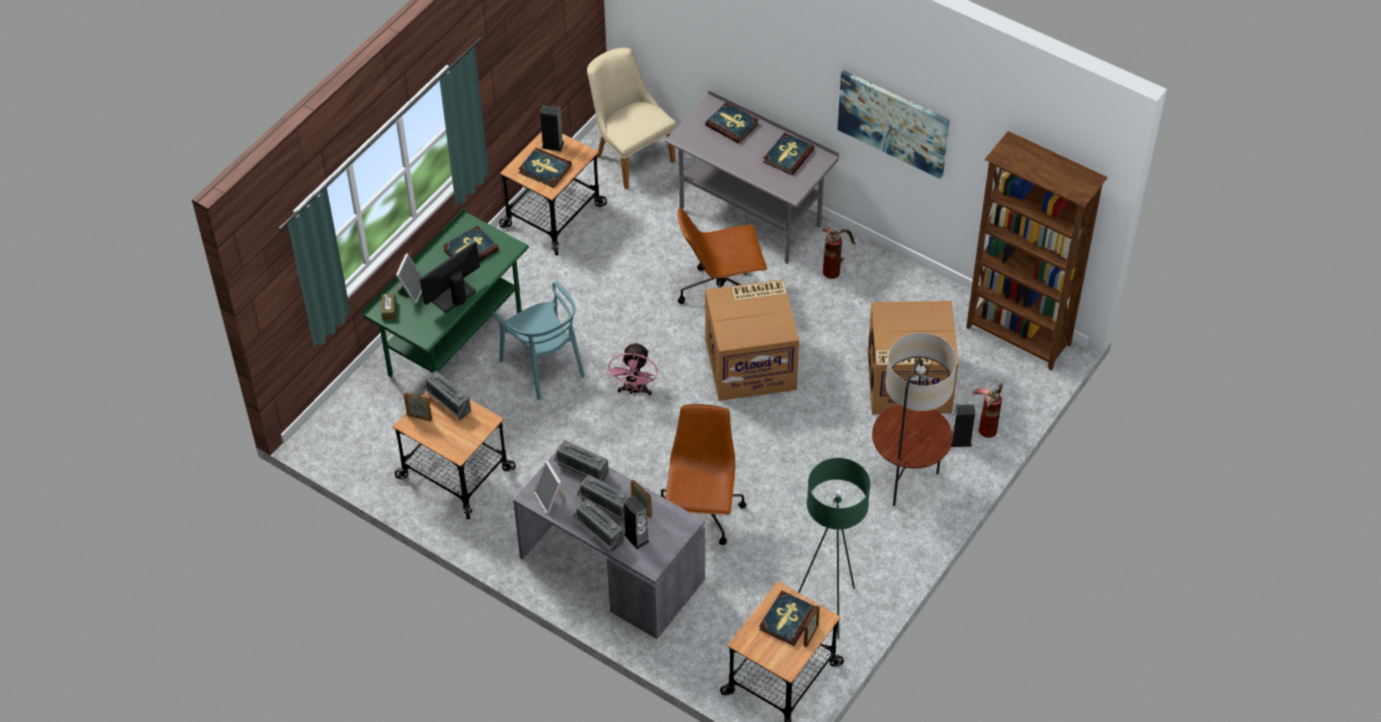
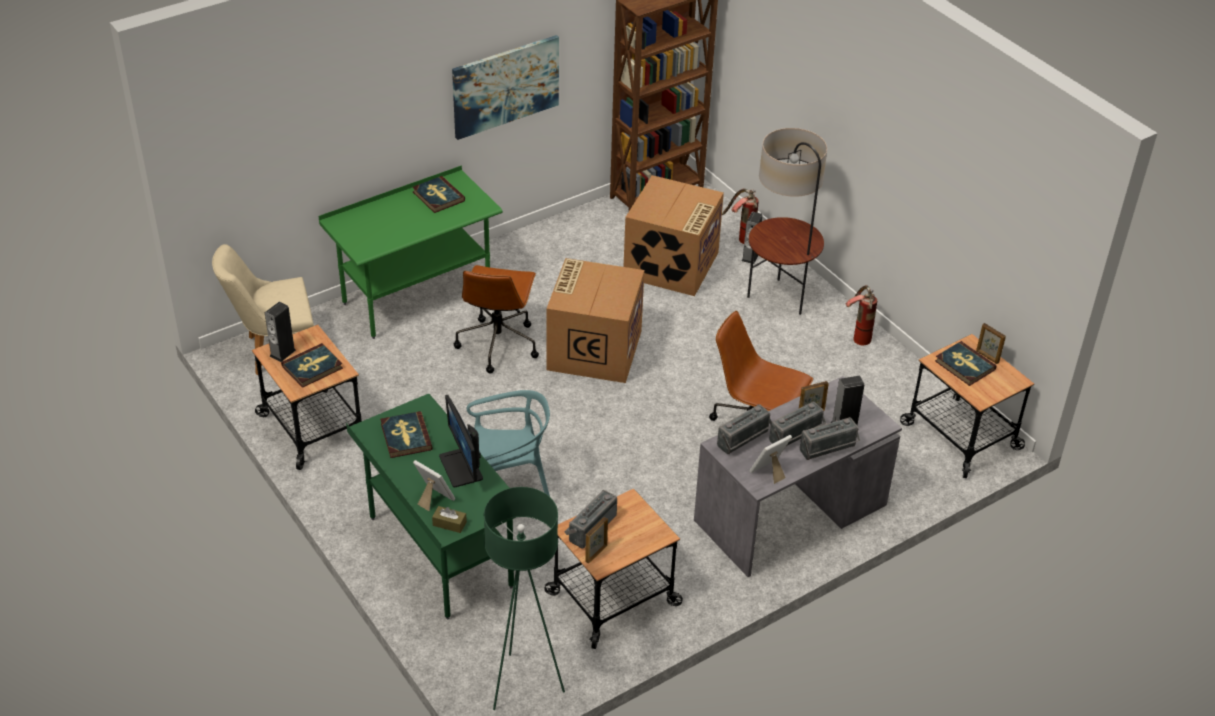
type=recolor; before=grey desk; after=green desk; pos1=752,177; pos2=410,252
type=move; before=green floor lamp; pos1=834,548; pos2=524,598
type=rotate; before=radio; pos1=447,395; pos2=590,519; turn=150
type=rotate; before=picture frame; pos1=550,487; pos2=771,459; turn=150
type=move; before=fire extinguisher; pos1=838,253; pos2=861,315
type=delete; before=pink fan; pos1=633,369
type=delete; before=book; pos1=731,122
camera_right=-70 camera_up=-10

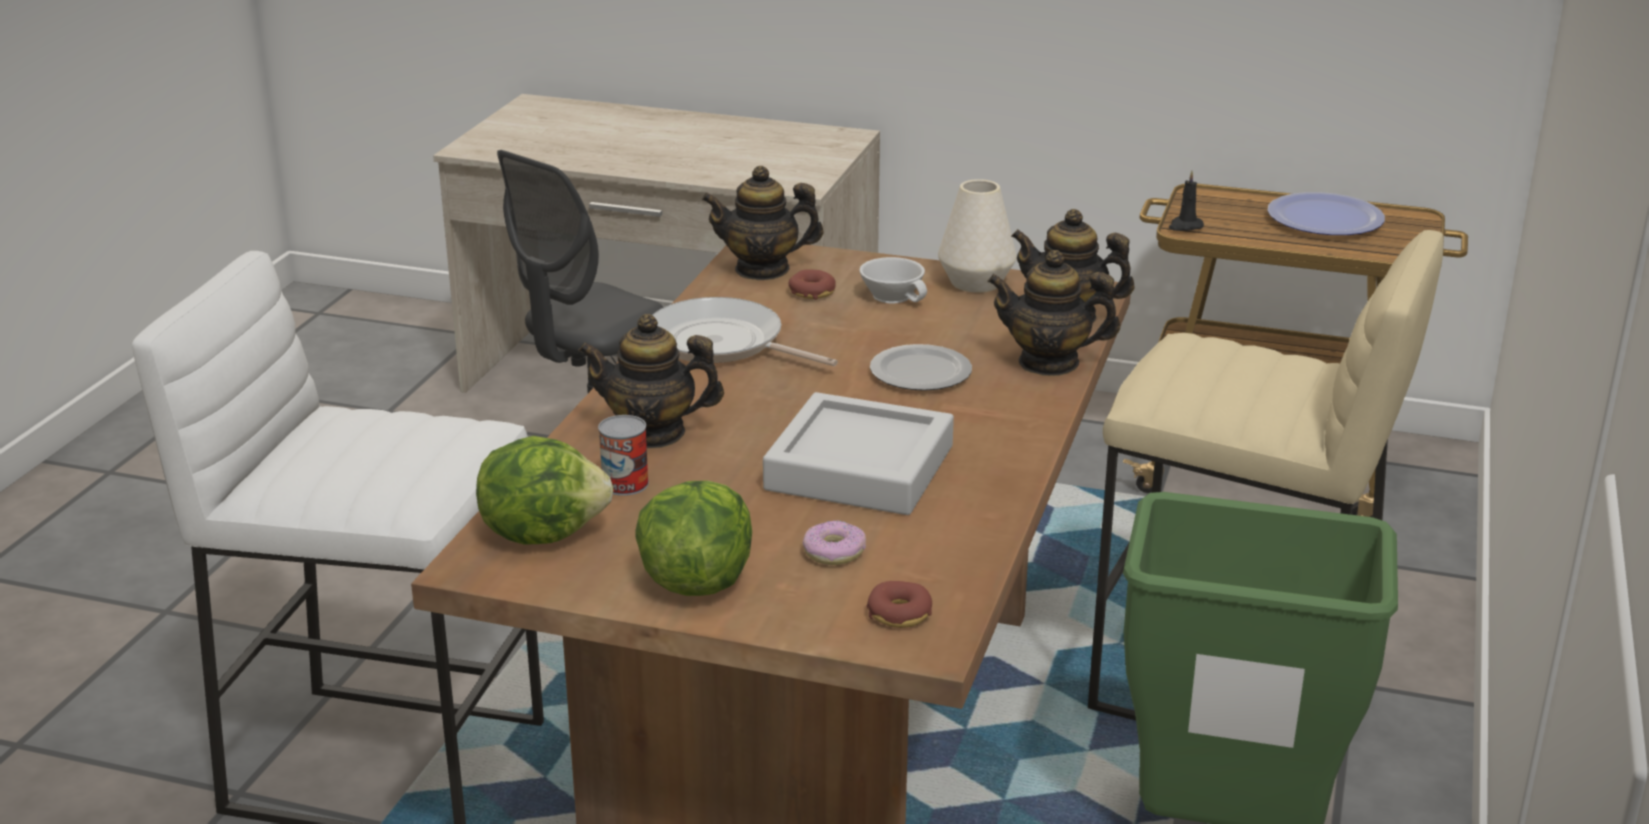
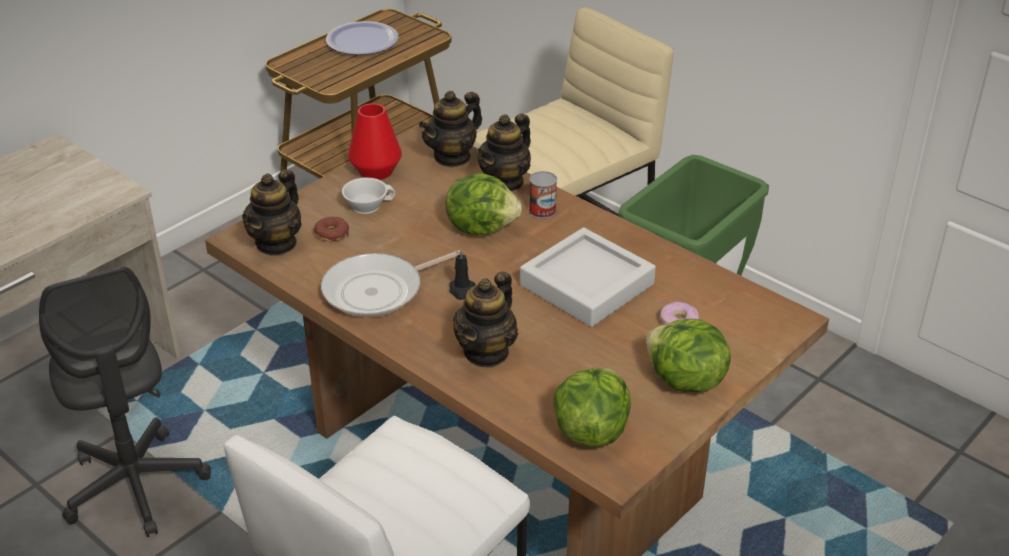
type=recolor; before=white vase; after=red vase; pos1=977,236; pos2=375,141
type=replace; before=plate; after=lettuce; pos1=921,367; pos2=484,204
type=move; before=black candle; pos1=1186,201; pos2=462,274
type=move; before=can; pos1=623,455; pos2=543,194
type=delete; before=donut; pos1=899,604
camera_right=-65 camera_up=10

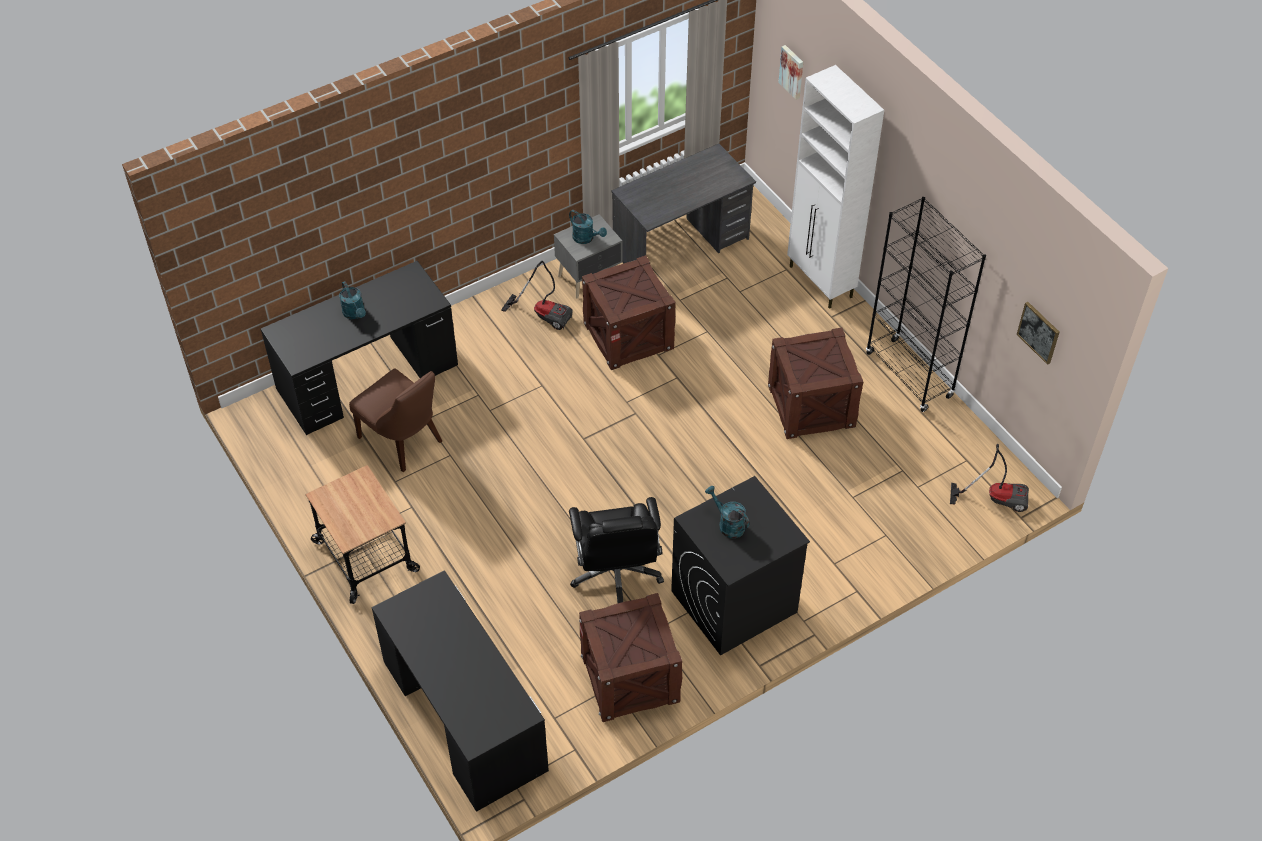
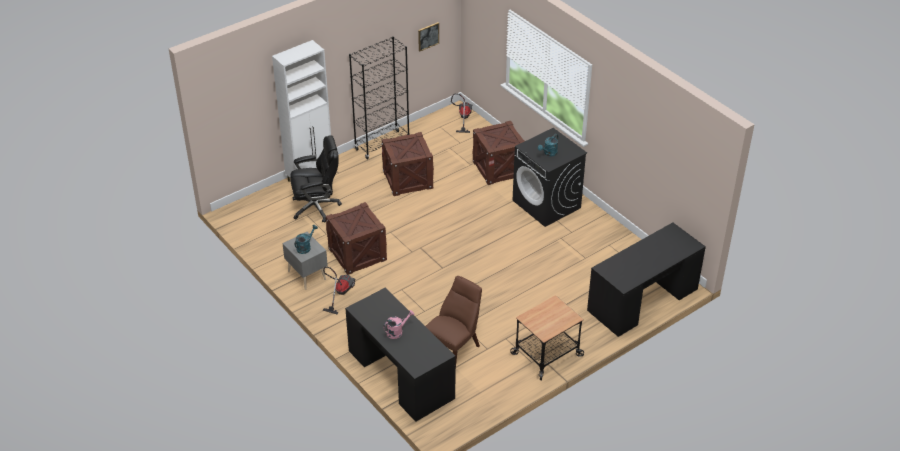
type=move; before=black office chair; pos1=616,550; pos2=316,179
type=recolor; before=turquoise watering can; after=pink watering can; pos1=352,300; pos2=399,324
type=move; before=crate; pos1=630,657; pos2=499,153
type=delete; before=grey desk; pos1=683,204
type=delete; before=picture; pos1=790,72
camera_right=-95 camera_up=-10

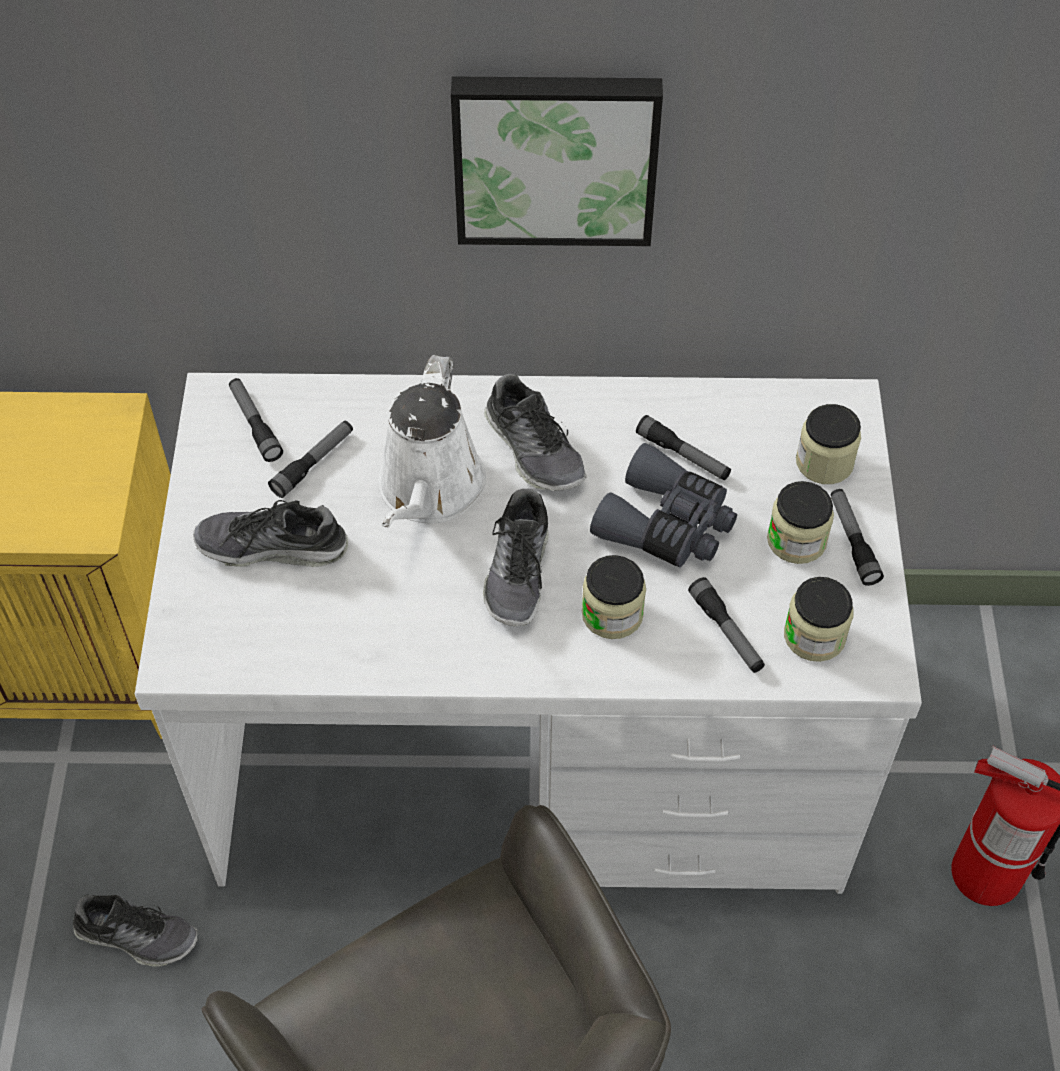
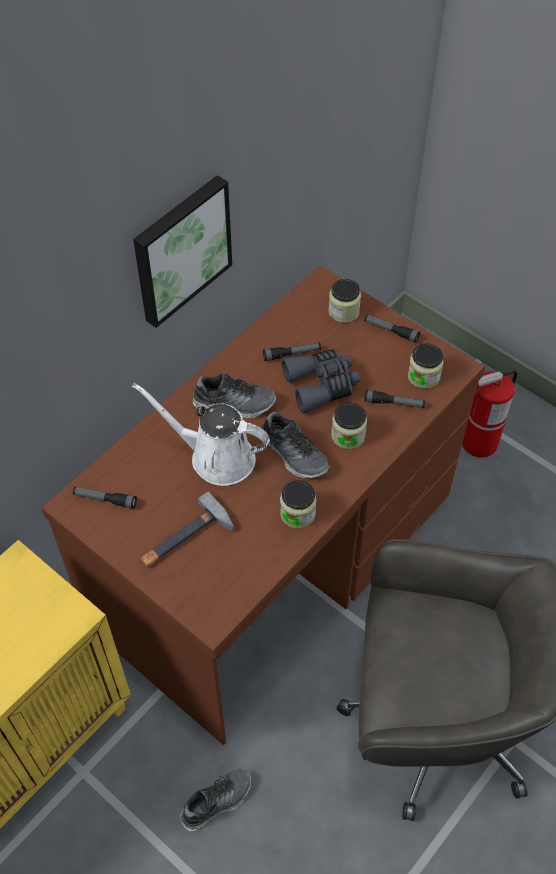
type=recolor; before=white desk; after=brown desk; pos1=528,633; pos2=263,505
type=rotate; before=white watering can; pos1=432,441; pos2=201,434; turn=150
type=replace; before=shoe; after=hammer; pos1=270,533; pos2=187,529
type=move; before=jar; pos1=800,522; pos2=298,504
type=delete; before=flashlight; pos1=310,459
camera_right=-50 camera_up=0

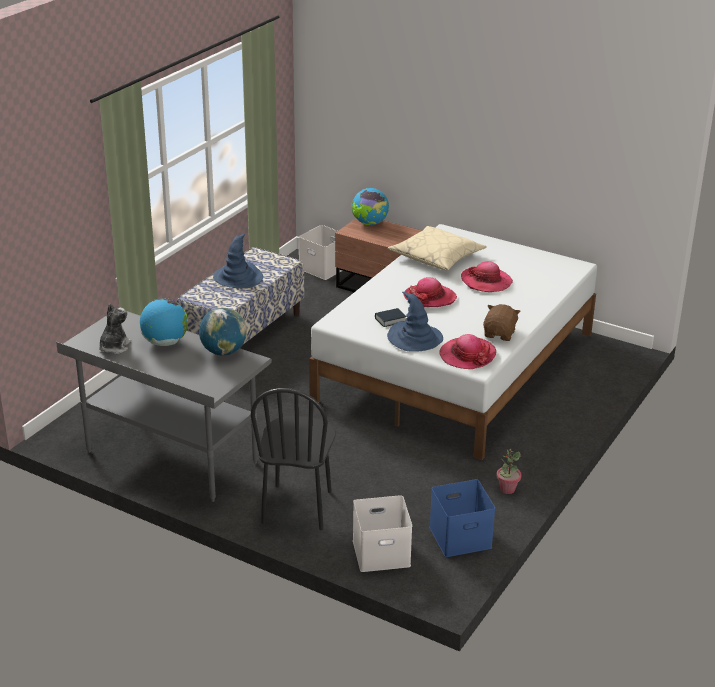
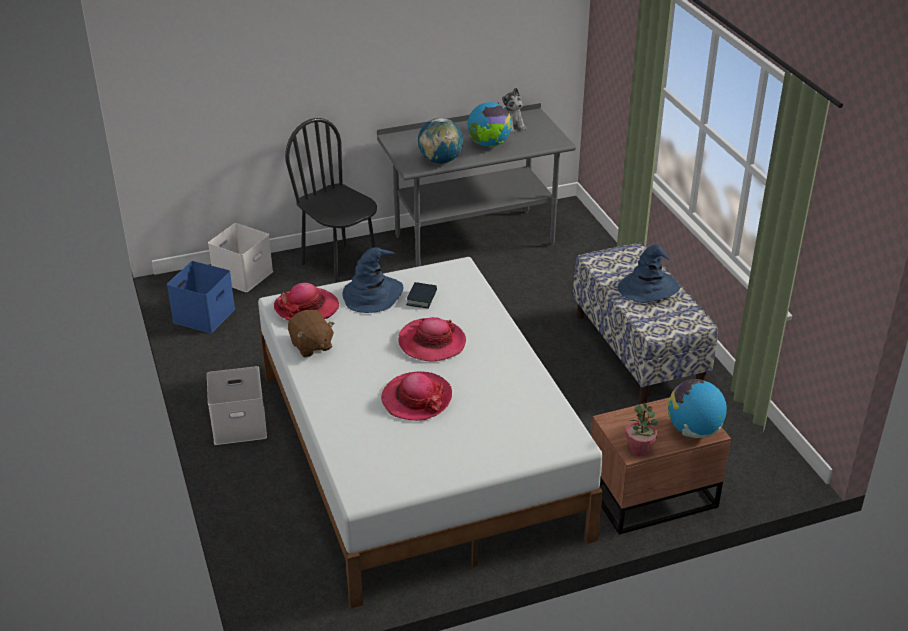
type=move; before=white storage box; pos1=320,252; pos2=237,405
type=move; before=potted plant; pos1=508,471; pos2=642,429
type=delete; before=beige pillow; pos1=437,248
camera_right=130 camera_up=5

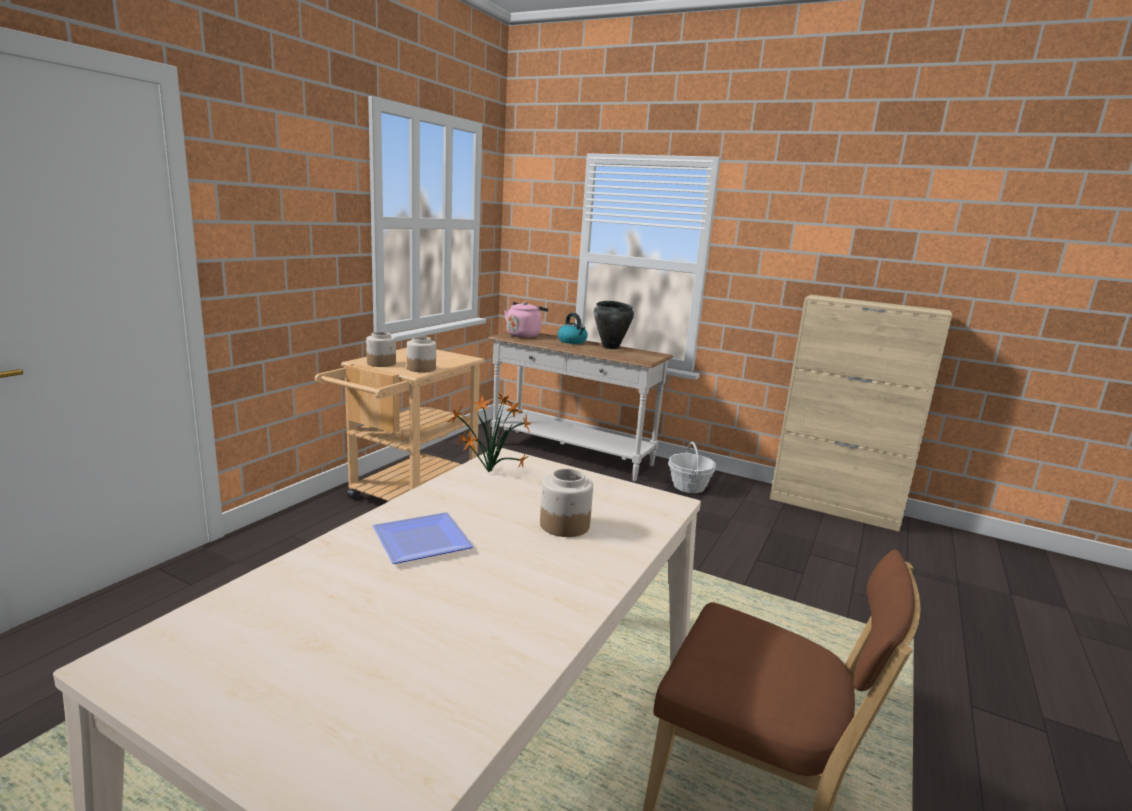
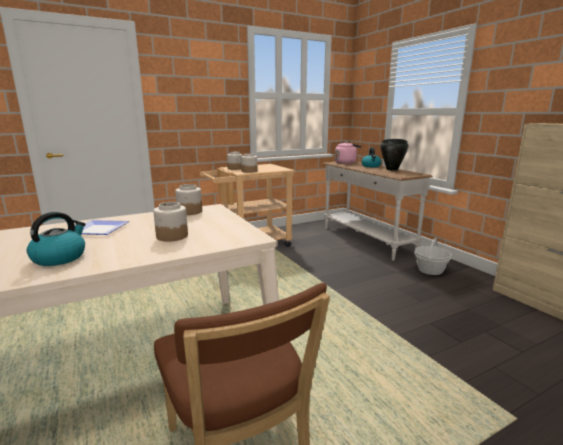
type=insert; after=kettle; pos2=56,239
type=replace; before=potted plant; after=jar; pos1=490,432; pos2=188,199
camera_right=35 camera_up=0

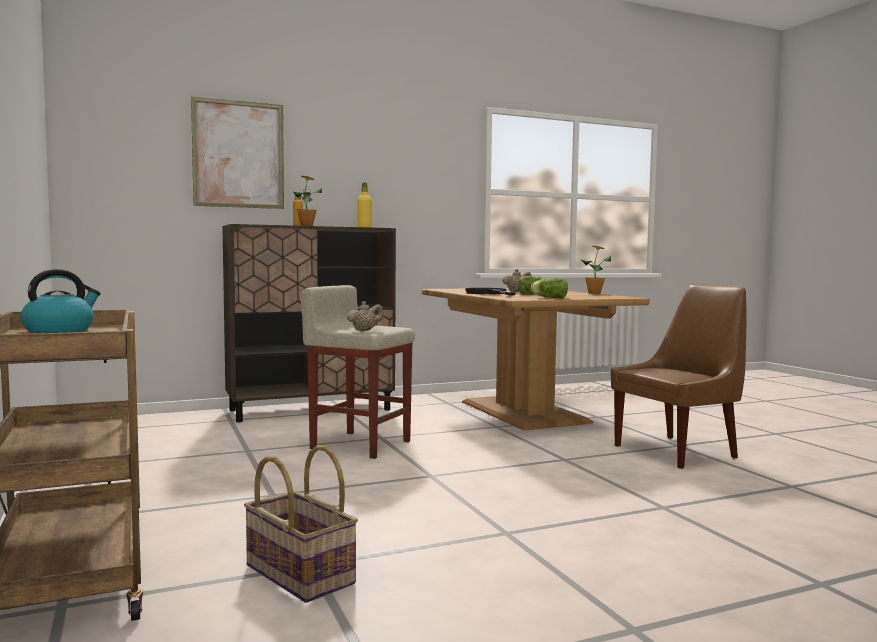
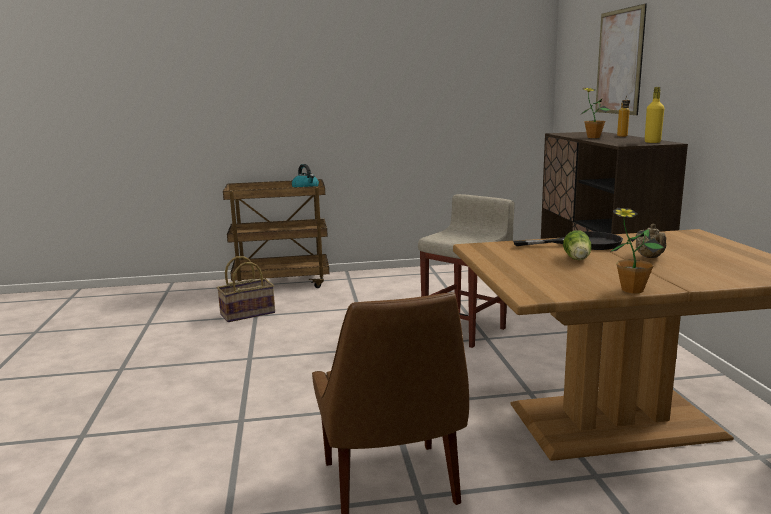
type=delete; before=beige teapot; pos1=365,316
type=delete; before=lettuce; pos1=549,288
camera_right=105 camera_up=10

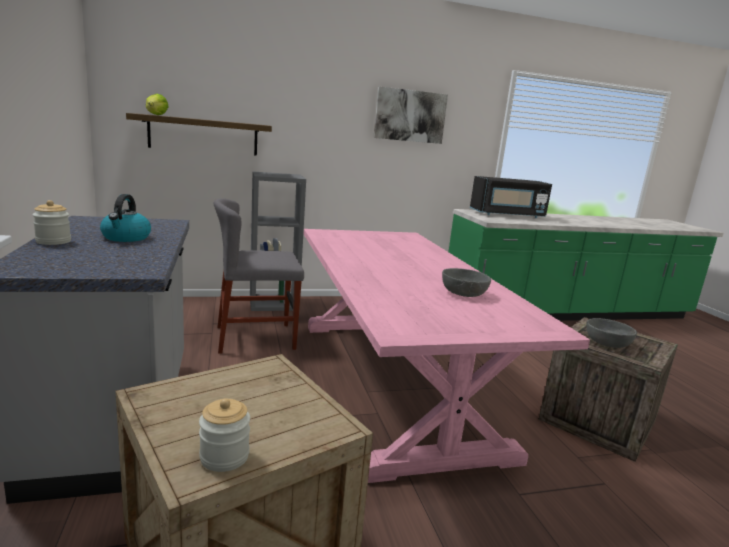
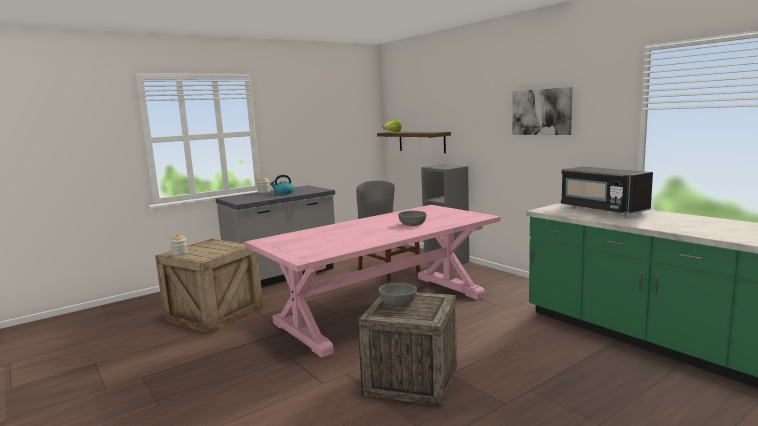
type=move; before=grey bowl; pos1=466,282; pos2=412,218
camera_right=70 camera_up=-5

